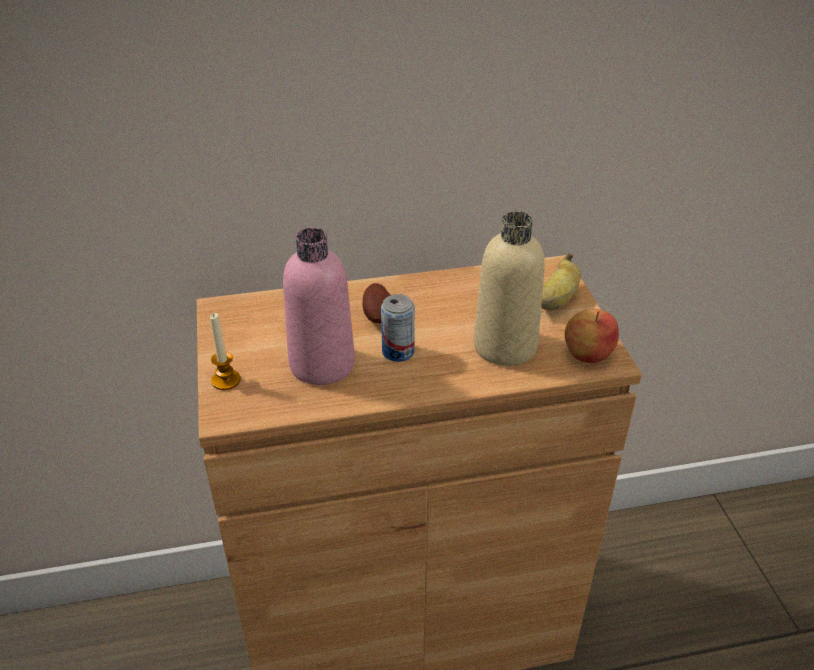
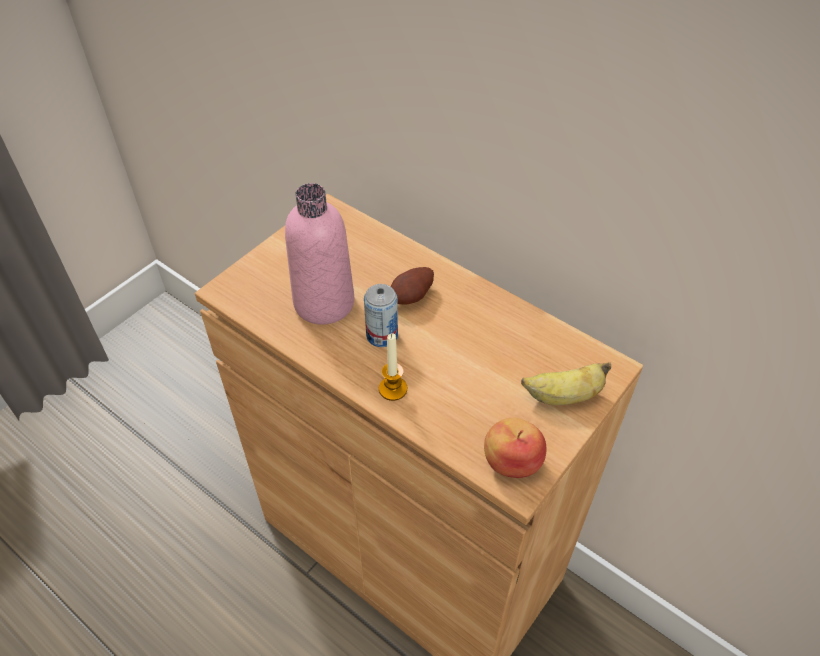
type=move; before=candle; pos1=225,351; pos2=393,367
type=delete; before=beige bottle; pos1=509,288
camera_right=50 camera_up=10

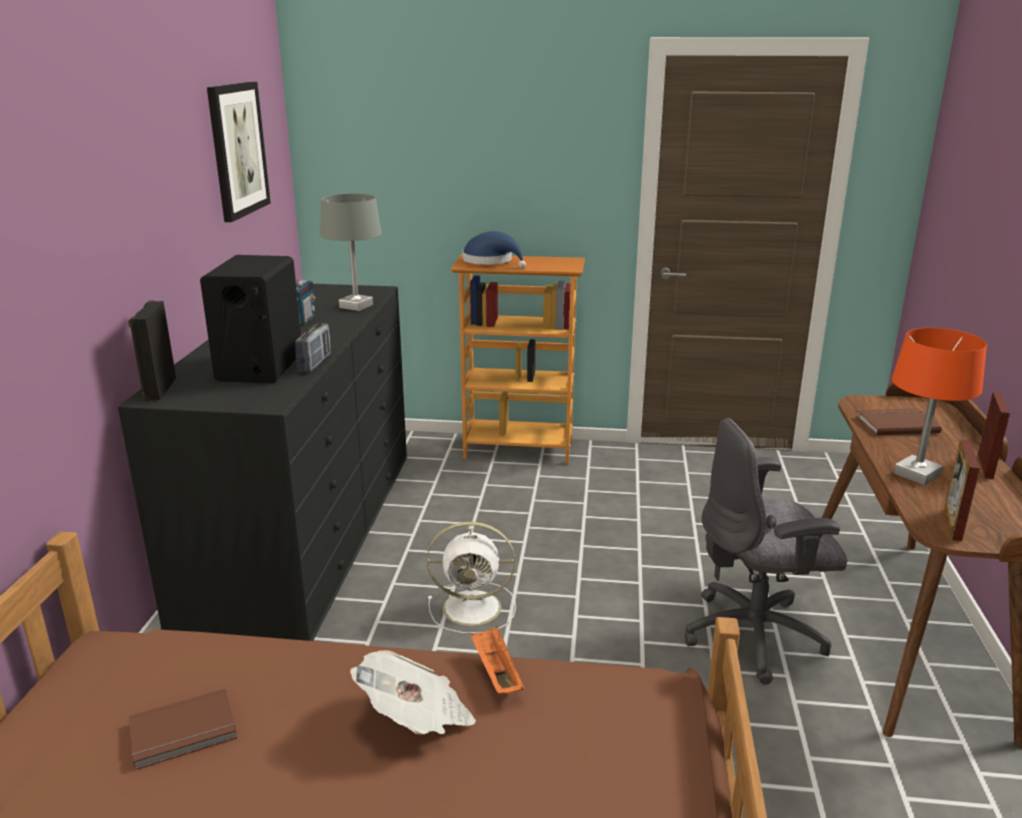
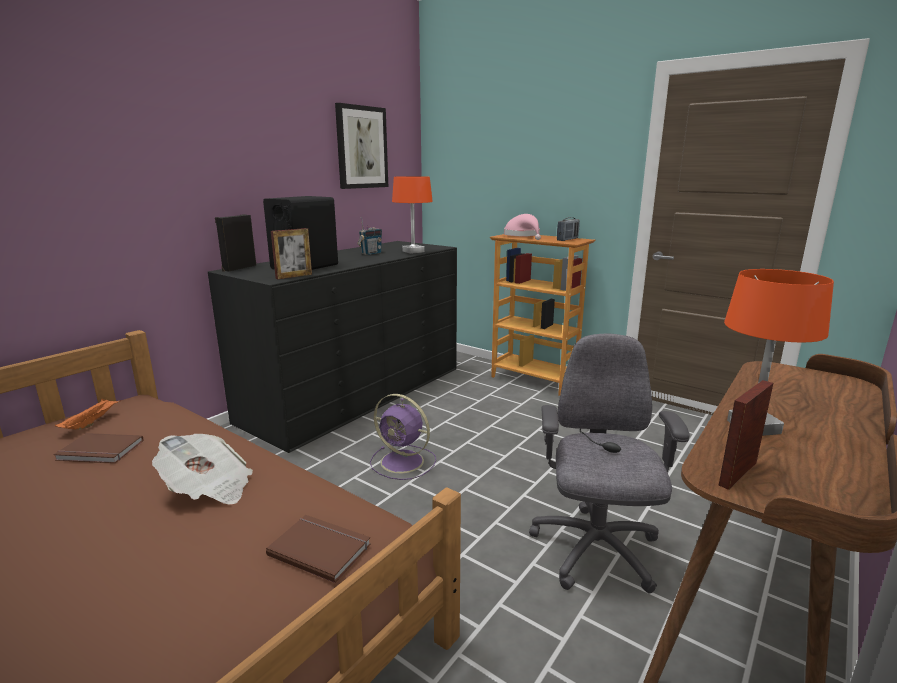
type=move; before=orange tray; pos1=498,660; pos2=88,414
type=move; before=brown book; pos1=899,422; pos2=318,549
type=move; before=picture frame; pos1=994,435; pos2=291,253
type=recolor; before=white fan; after=purple fan; pos1=471,578; pos2=403,437
type=recolor; before=grey table lamp; after=orange table lamp; pos1=351,252; pos2=412,215
type=recolor; before=blue hat; after=pink hat; pos1=494,249; pos2=522,227
type=rotate; before=grey office chair; pos1=766,551; pos2=609,464; turn=75
type=move; before=radio; pos1=313,347; pos2=568,229
camera_right=30 camera_up=-5

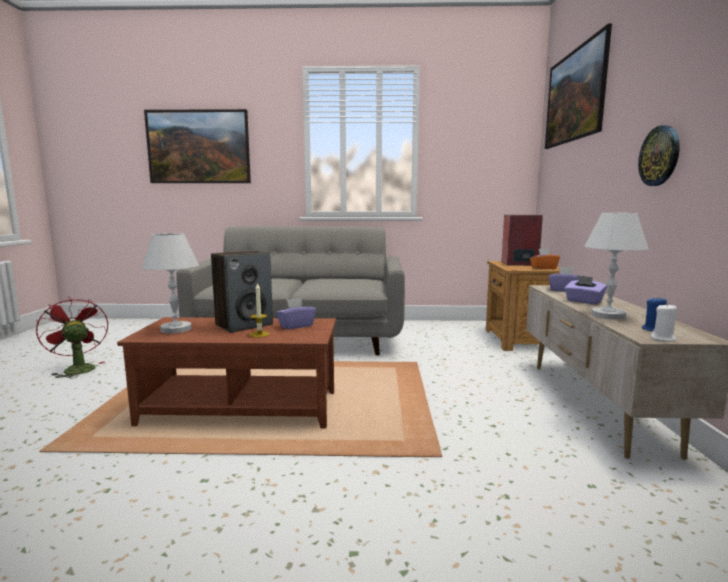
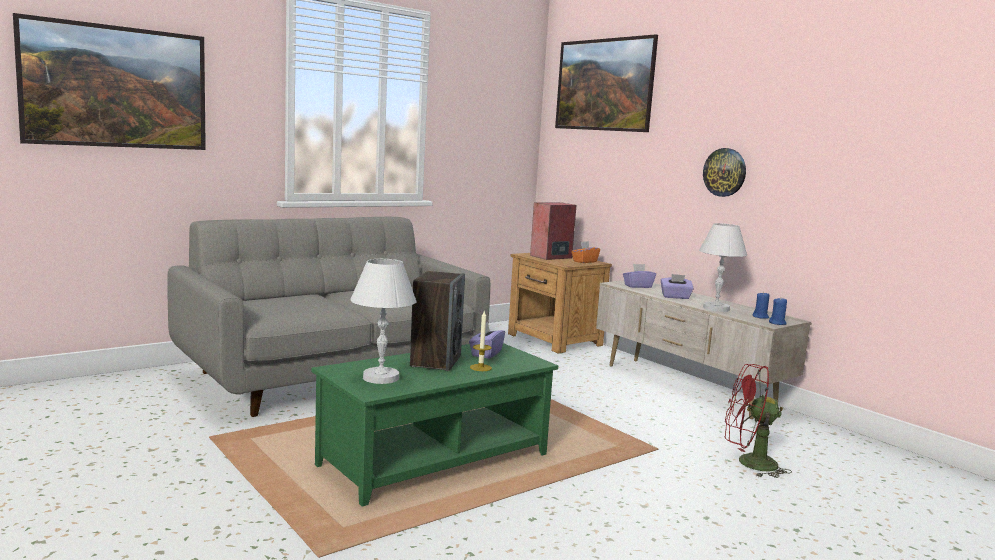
type=recolor; before=brown coffee table; after=green coffee table; pos1=226,373; pos2=434,425
type=move; before=red fan; pos1=72,338; pos2=758,421
type=recolor; before=white candle; after=blue candle; pos1=664,322; pos2=778,311
camera_right=-40 camera_up=0

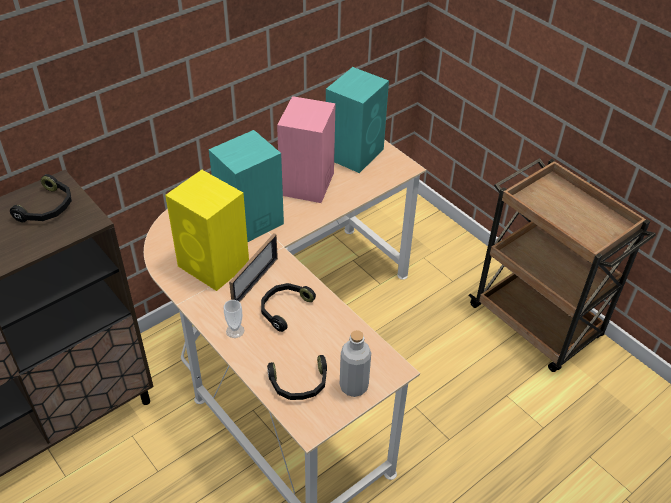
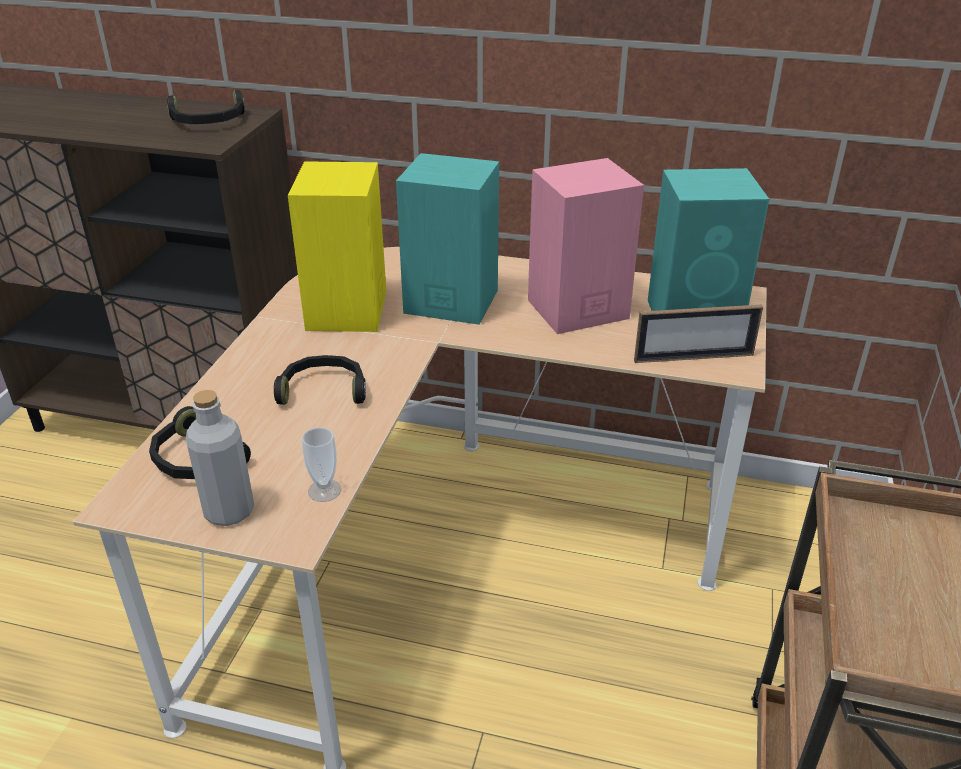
type=move; before=cup; pos1=234,319; pos2=321,464
type=move; before=picture frame; pos1=253,267; pos2=698,334
camera_right=55 camera_up=-10

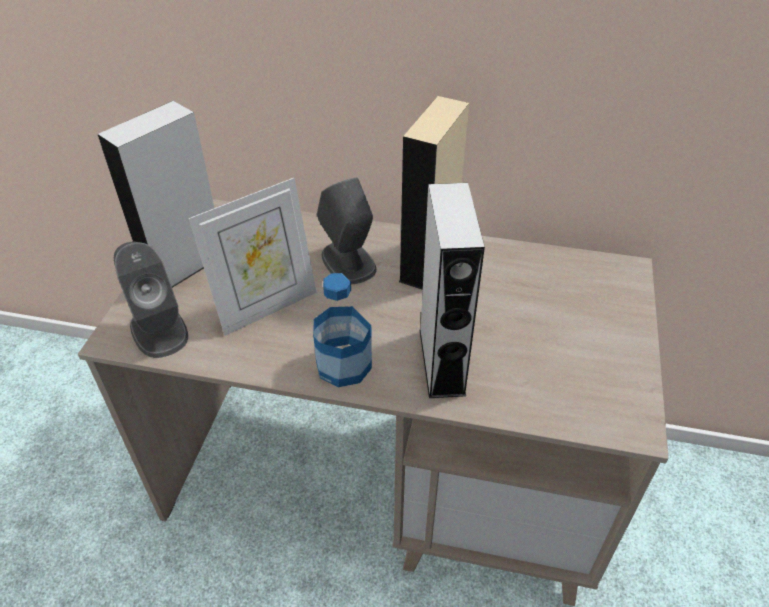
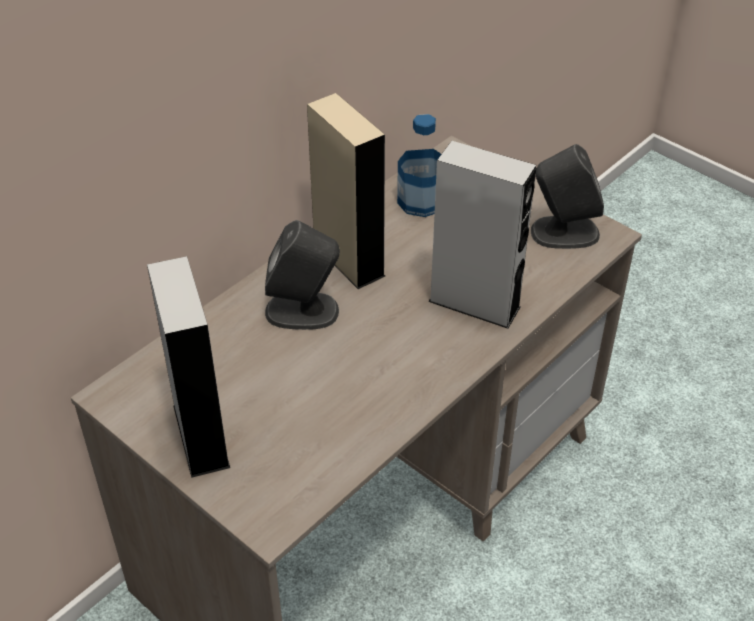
type=move; before=bottle; pos1=342,330; pos2=419,165
type=move; before=grey speaker; pos1=151,300; pos2=567,196
type=delete; before=picture frame; pos1=253,257
camera_right=-60 camera_up=0

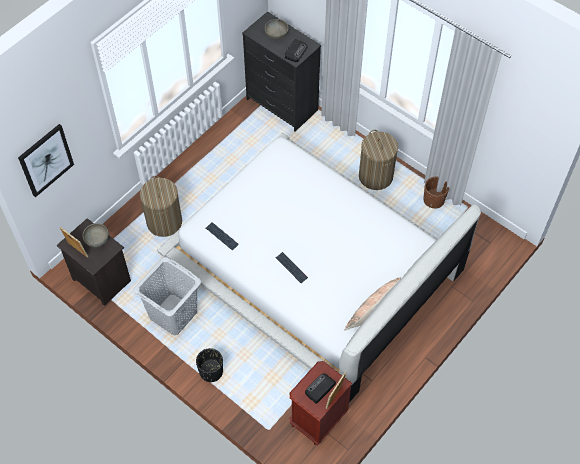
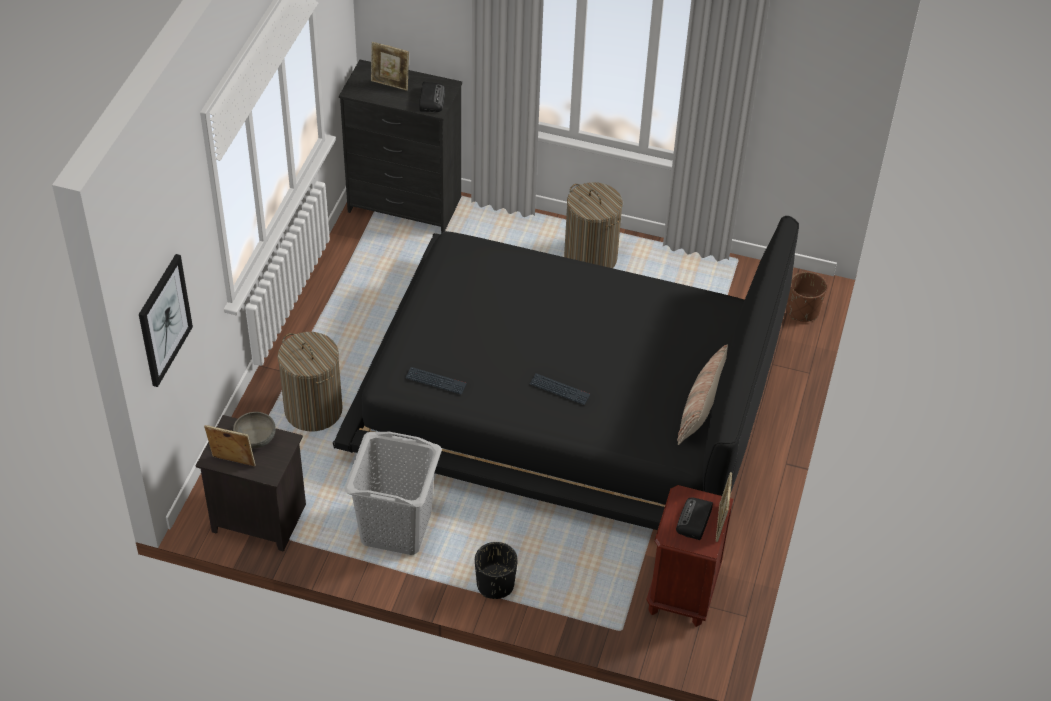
type=recolor; before=white bed; after=black bed; pos1=319,268; pos2=566,373
type=replace; before=grey bowl; after=picture frame; pos1=276,29; pos2=390,66
type=move; before=brown planter; pos1=436,192; pos2=807,296
camera_right=-25 camera_up=-10

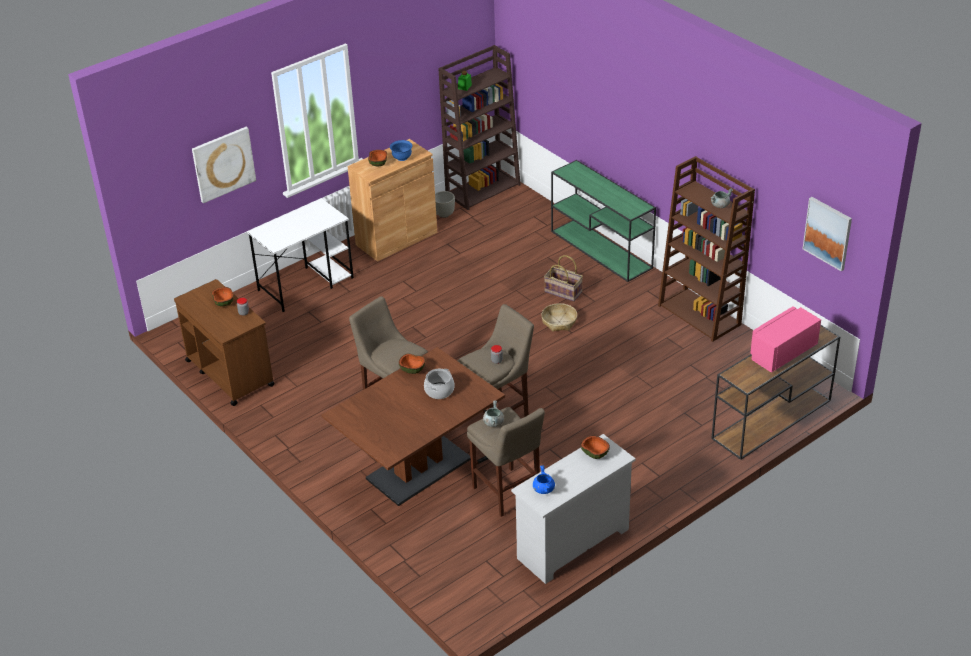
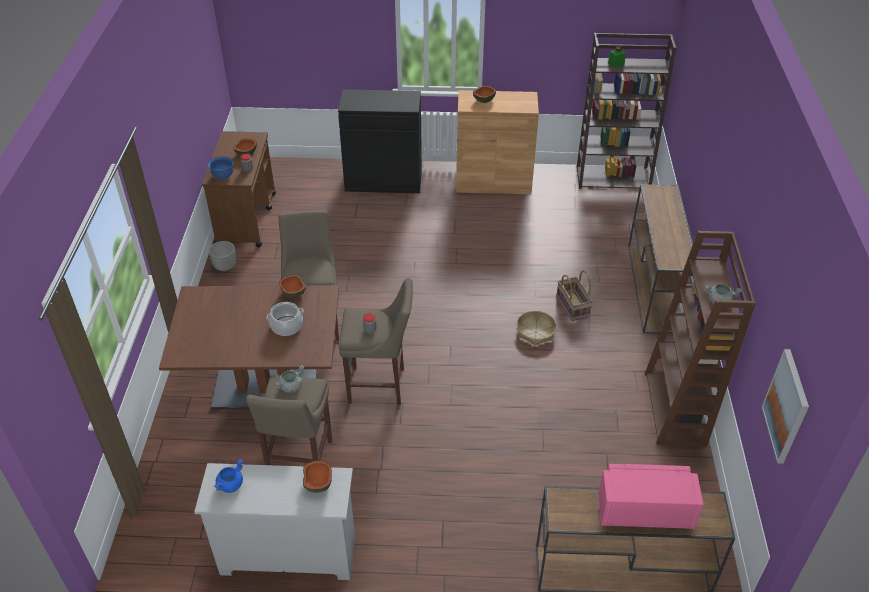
type=move; before=blue bowl; pos1=401,150; pos2=221,168
type=move; before=grey planter; pos1=445,204; pos2=222,256
type=replace; before=white desk; after=black cabinet; pos1=300,255; pos2=380,141
type=recolor; before=green console table; after=brown console table; pos1=603,221; pos2=660,259
type=delete; before=picture; pos1=224,165
camera_right=40 camera_up=5

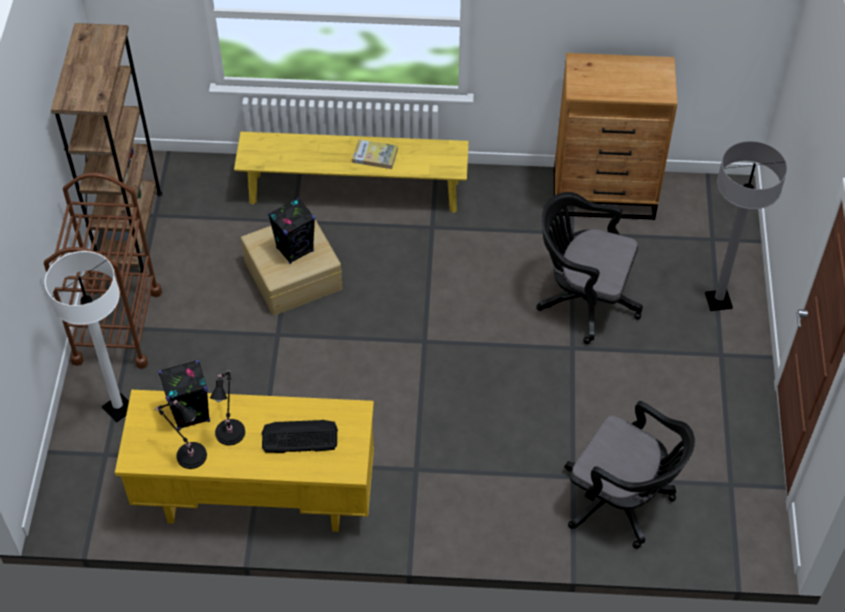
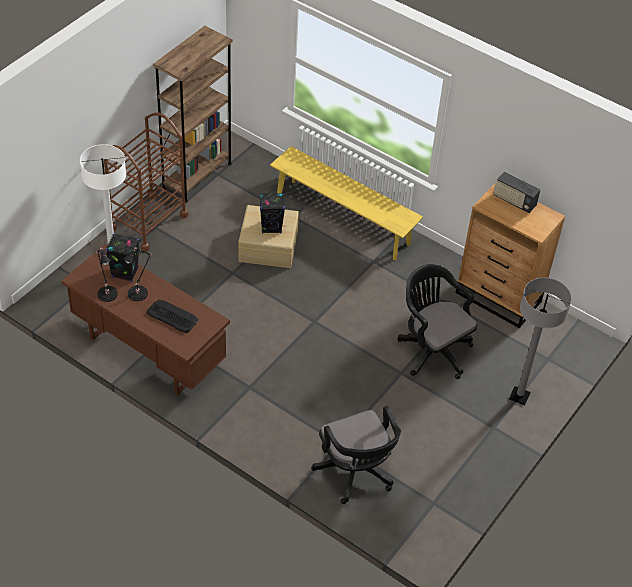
type=recolor; before=yellow desk; after=brown desk; pos1=244,461; pos2=145,319
type=insert; after=radio; pos2=517,192
type=delete; before=book; pos1=375,154
camera_right=30 camera_up=-5

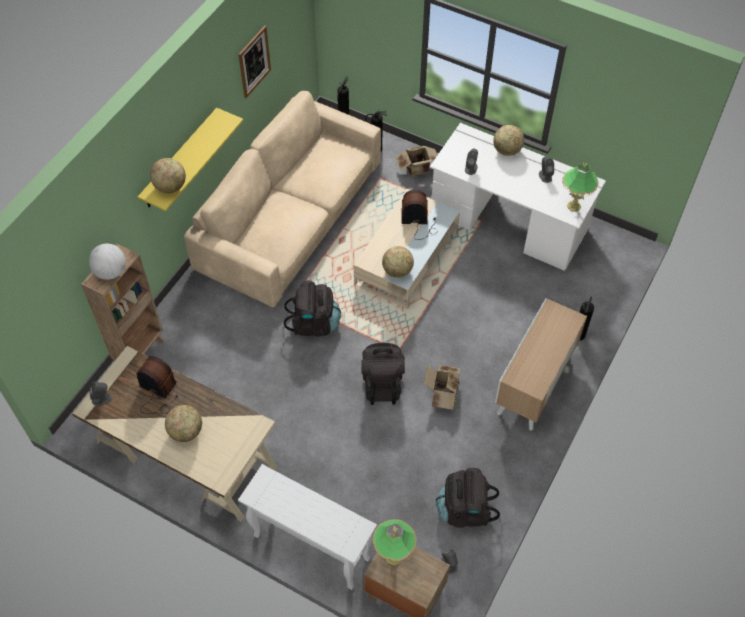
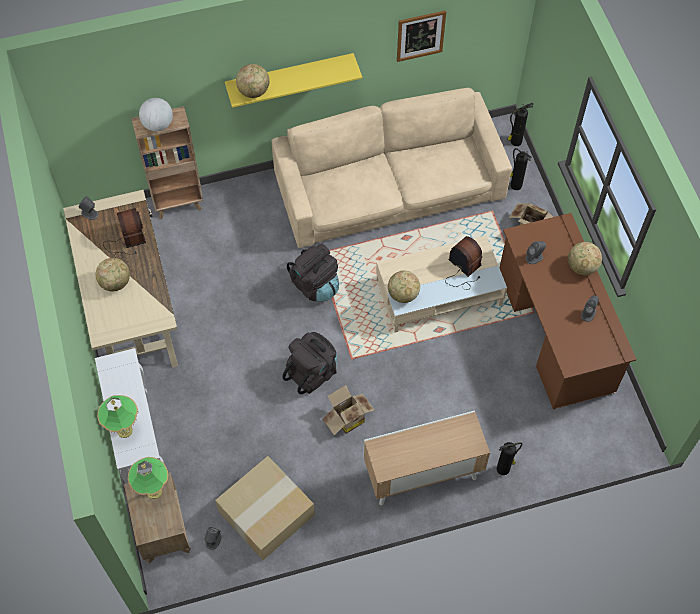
type=move; before=table lamp; pos1=580,187; pos2=117,416
type=replace; before=black backpack; after=cardboard box; pos1=467,498; pos2=265,508
type=recolor; before=white desk; after=brown desk; pos1=518,197; pos2=568,311
camera_right=45 camera_up=5

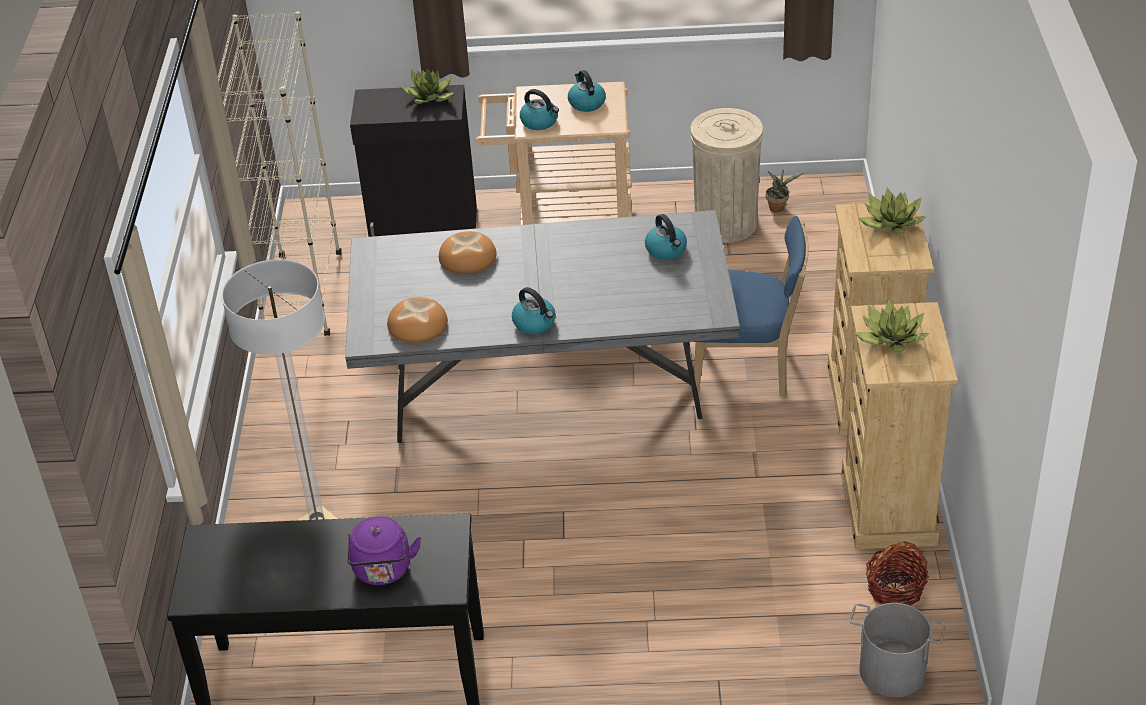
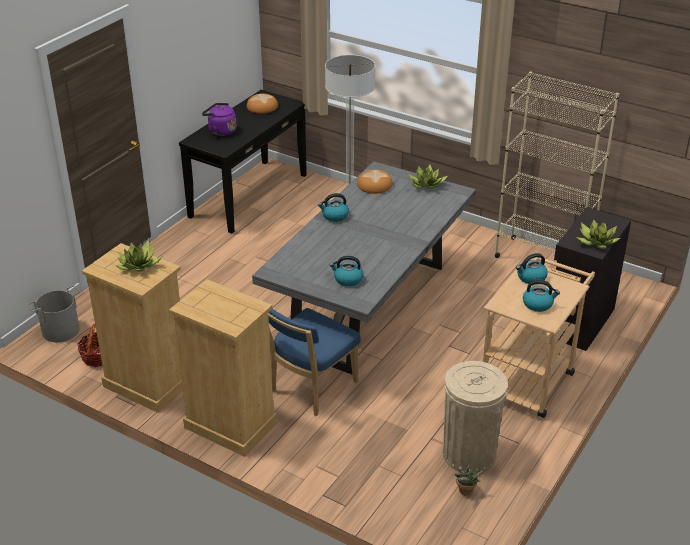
type=move; before=bread; pos1=468,252; pos2=262,103
type=move; before=potted plant; pos1=893,211; pos2=428,177
camera_right=120 camera_up=-5

